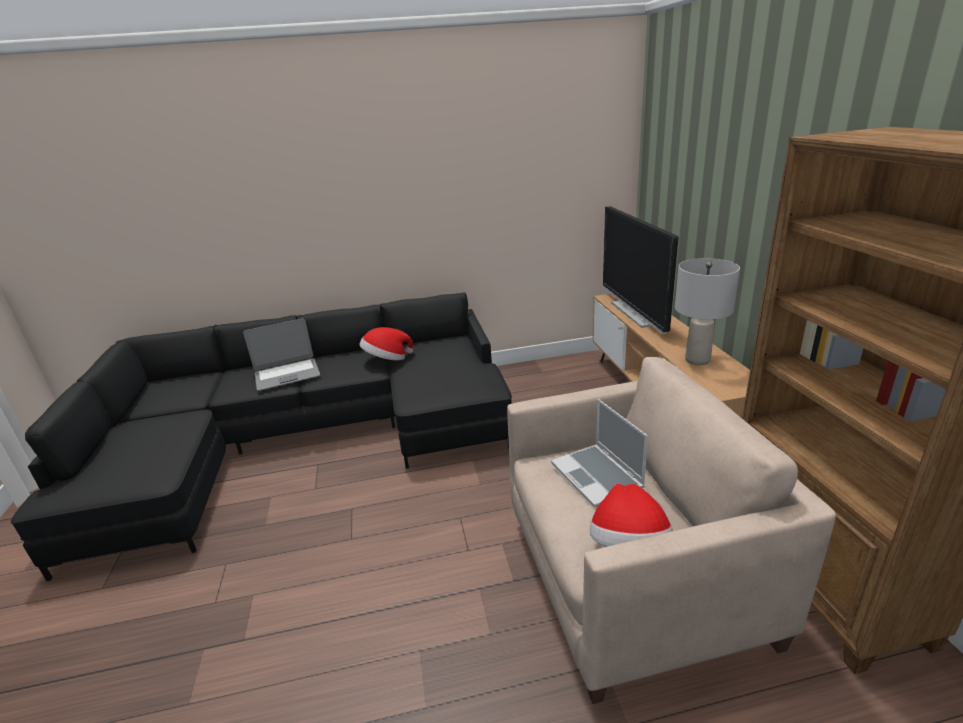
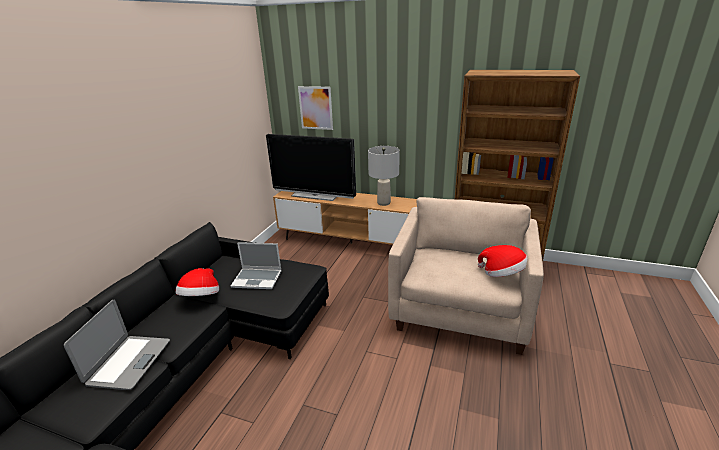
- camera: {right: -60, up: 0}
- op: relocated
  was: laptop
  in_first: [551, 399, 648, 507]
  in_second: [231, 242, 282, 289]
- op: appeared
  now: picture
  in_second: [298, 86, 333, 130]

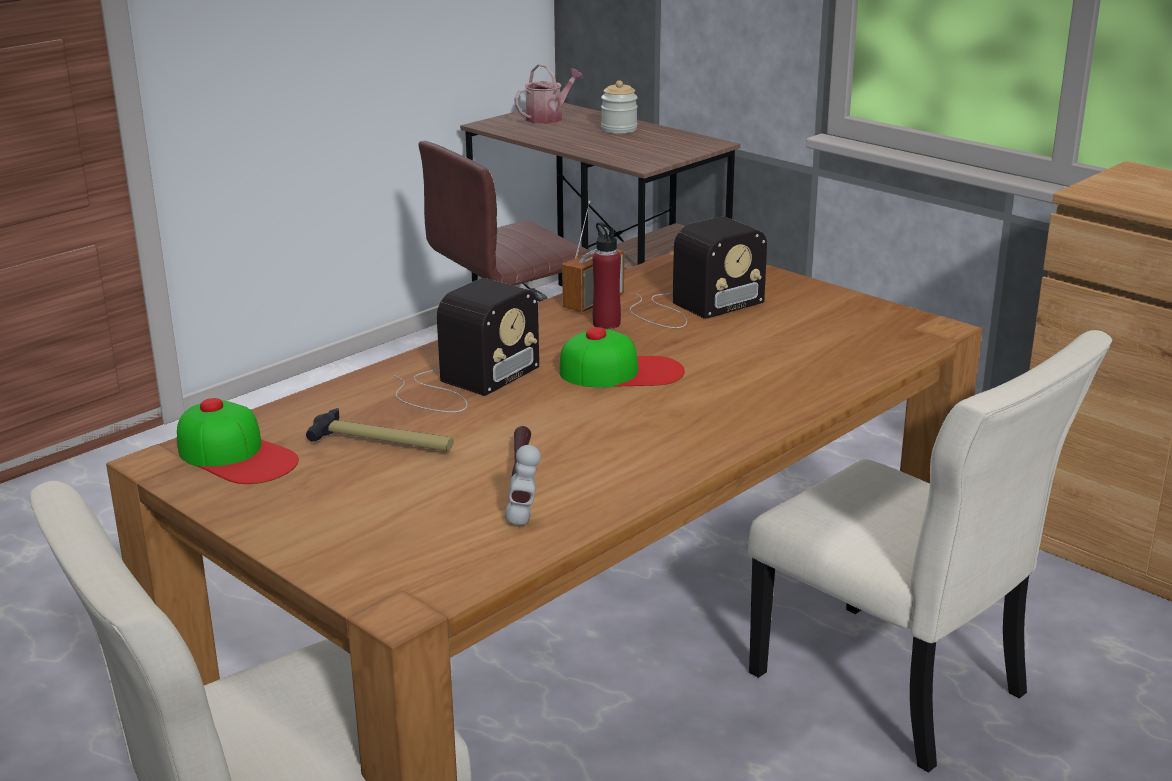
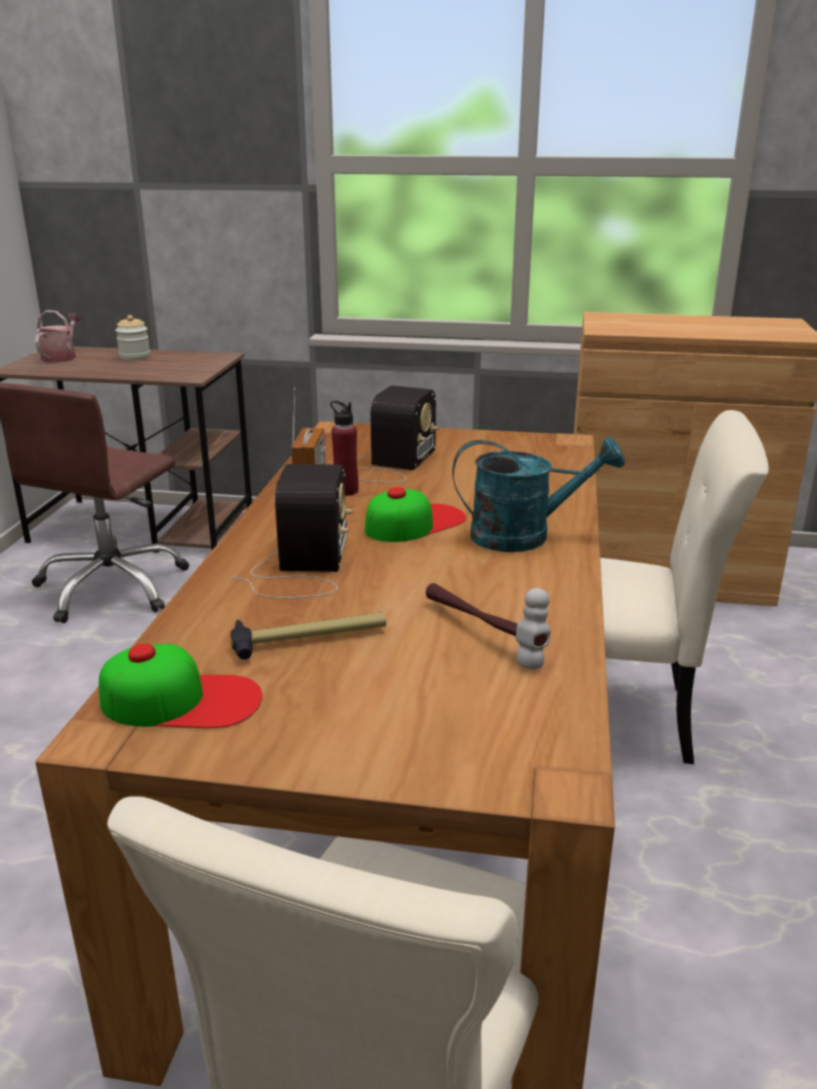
- camera: {right: -35, up: 0}
- op: appeared
  now: turquoise watering can
  in_second: [452, 437, 625, 552]

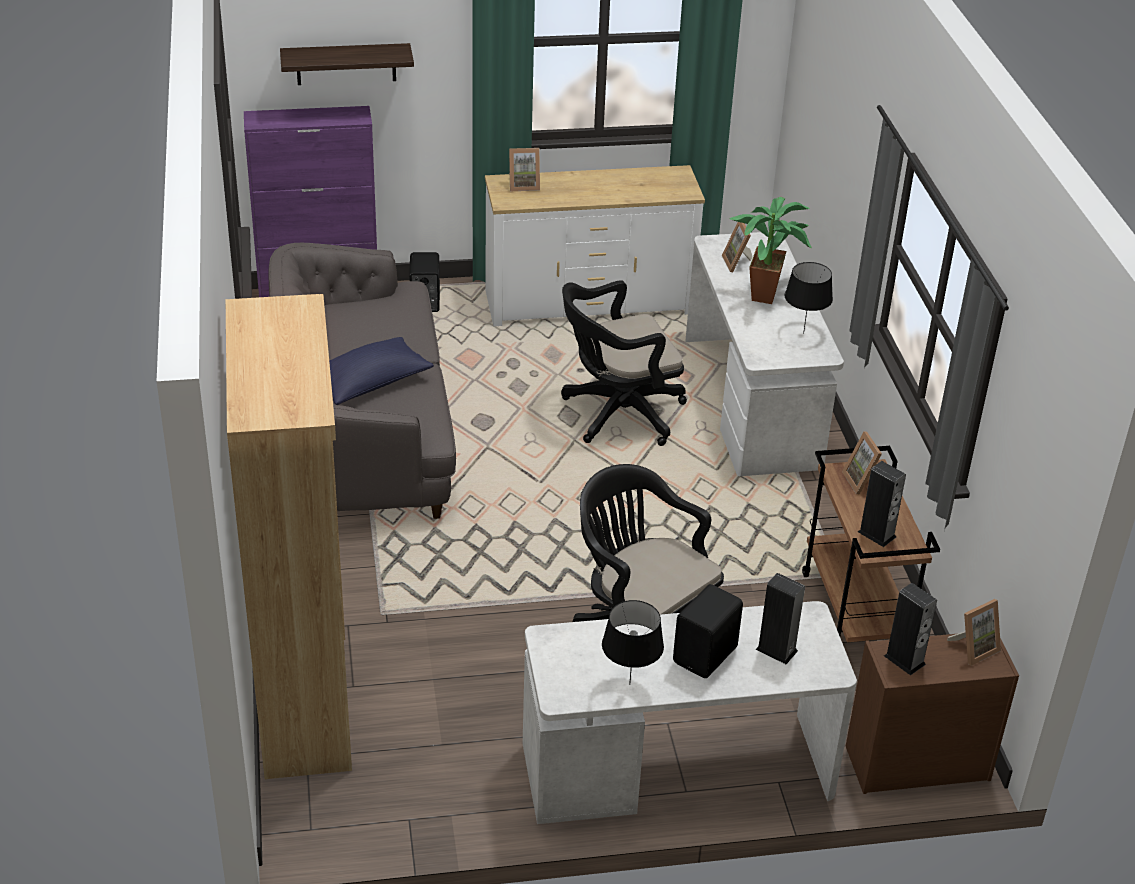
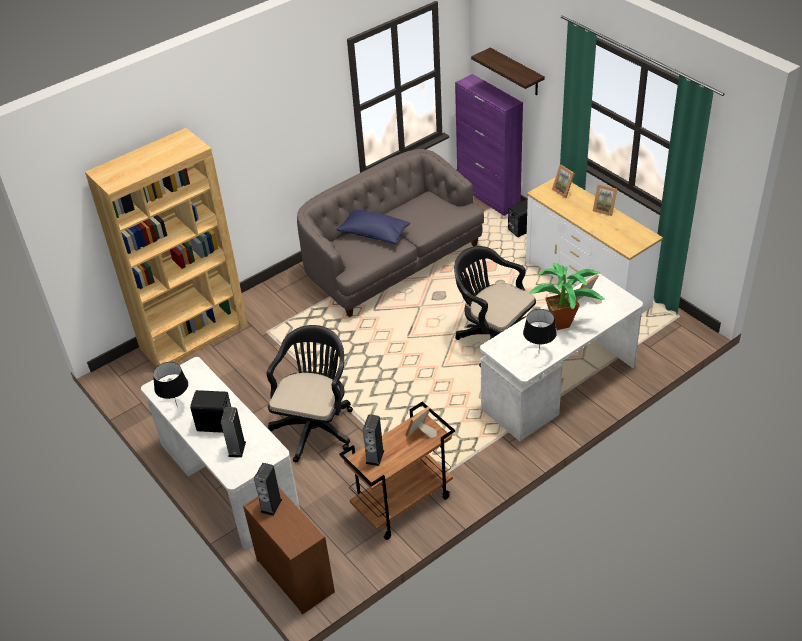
- camera: {right: 65, up: 5}
- op: relocated
  was: photo frame
  in_first: [947, 599, 1001, 666]
  in_second: [593, 184, 617, 216]

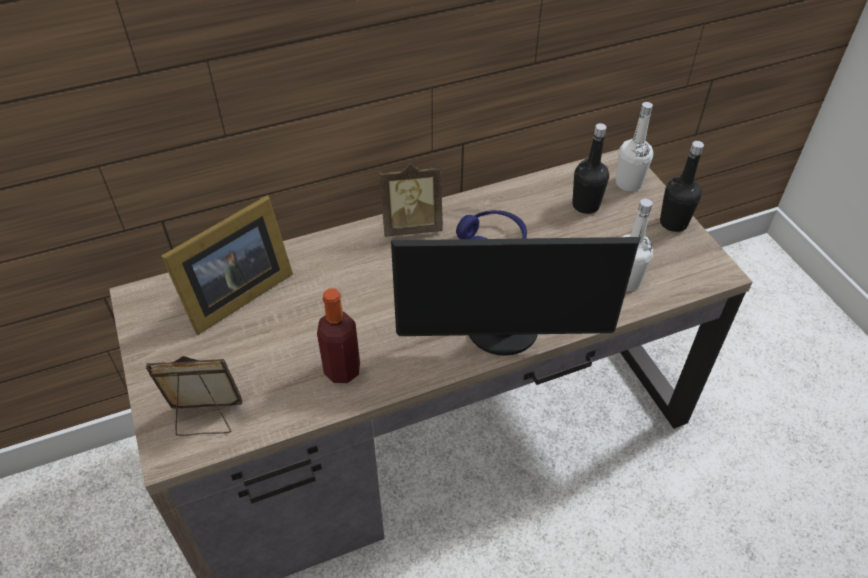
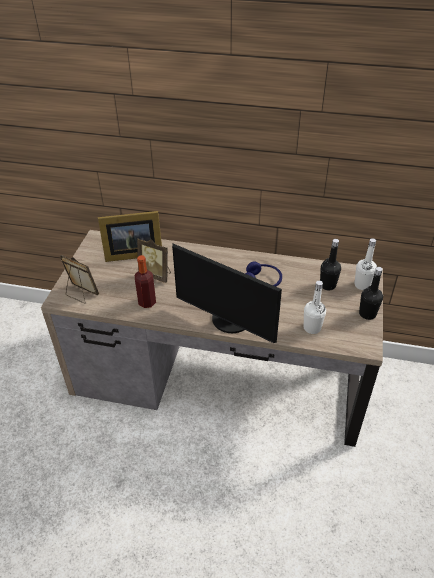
- camera: {right: 35, up: -5}
- op: relocated
  was: photo frame
  in_first: [380, 164, 443, 237]
  in_second: [137, 238, 171, 283]

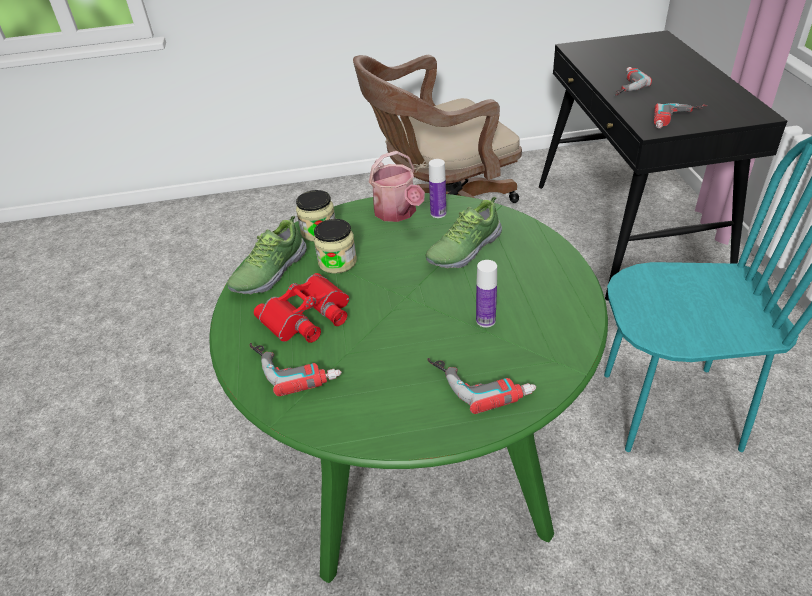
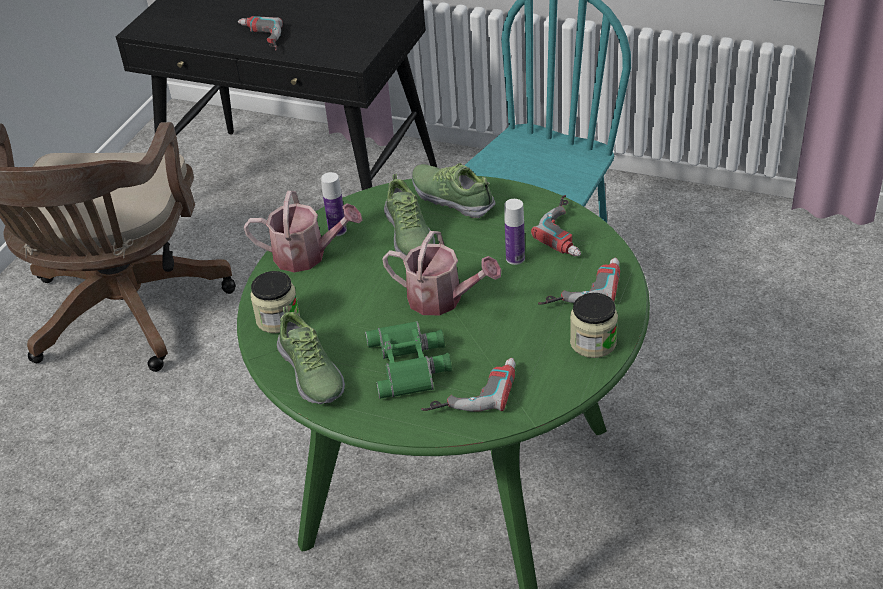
- camera: {right: -60, up: 0}
- op: colour
  was: reddish binoculars
  now: greenish binoculars
  in_first: [254, 273, 349, 343]
  in_second: [365, 321, 452, 399]
- op: appeared
  now: watering can
  in_second: [382, 231, 501, 315]
- op: appeared
  now: item of footwear
  in_second: [412, 163, 496, 218]
- op: relocated
  was: power drill
  in_first: [654, 103, 708, 128]
  in_second: [531, 195, 581, 256]
- op: relocated
  was: preserve jar
  in_first: [314, 219, 357, 274]
  in_second: [570, 293, 618, 358]

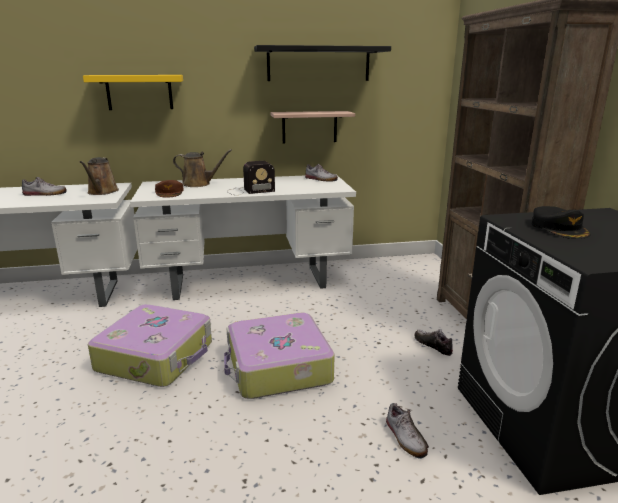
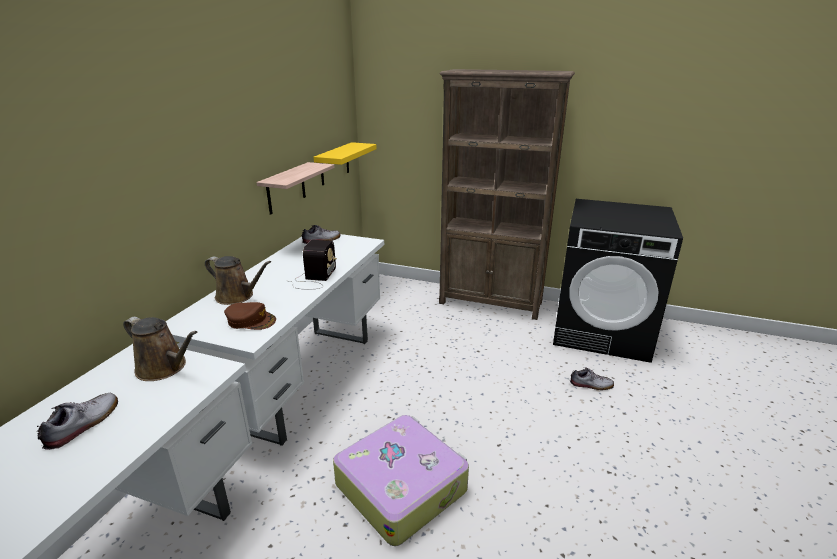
- camera: {right: -60, up: 5}
- op: spun
  was: brownish watering can
  in_first: [173, 149, 232, 187]
  in_second: [205, 256, 271, 305]
  clockwise: 75
- op: relocated
  was: yellowish shelf
  in_first: [83, 75, 183, 110]
  in_second: [314, 142, 377, 185]
- op: missing
  was: piece of luggage
  in_first: [224, 313, 335, 399]
- op: missing
  was: black shelf
  in_first: [254, 45, 391, 81]
- op: missing
  was: item of footwear
  in_first: [414, 329, 453, 356]
- op: missing
  was: black peaked cap
  in_first: [532, 206, 591, 239]

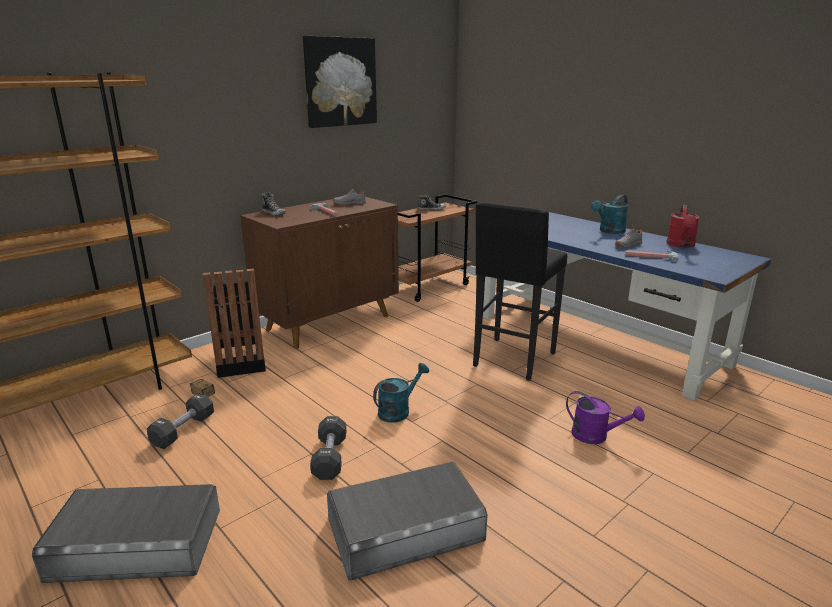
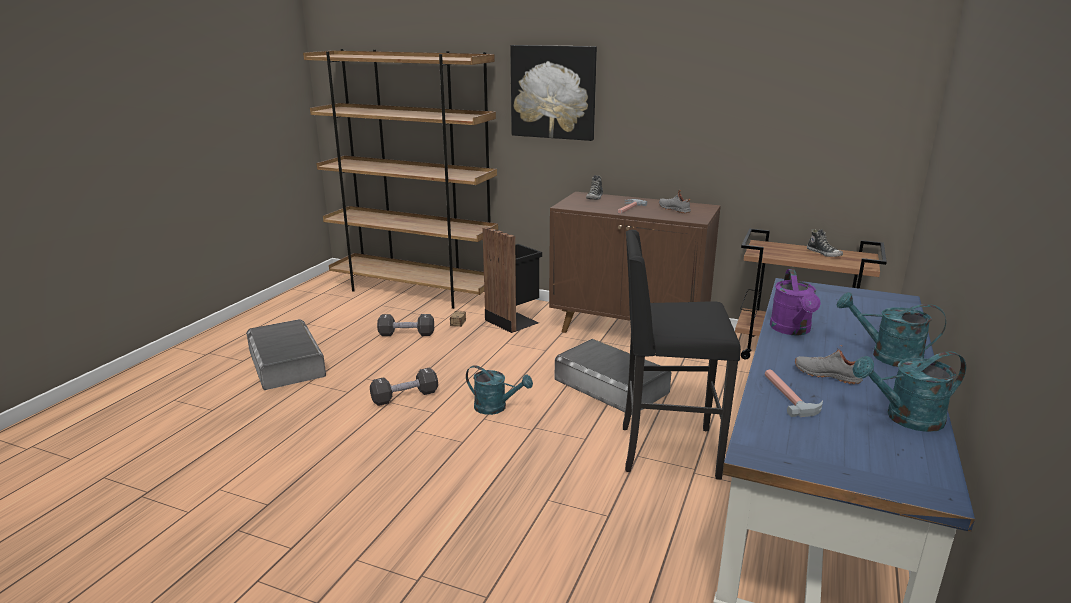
- camera: {right: 65, up: 0}
- op: relocated
  was: picture
  in_first: [303, 36, 377, 128]
  in_second: [510, 45, 597, 141]
- op: relocated
  was: gray storage box
  in_first: [327, 461, 488, 580]
  in_second: [555, 339, 671, 415]
- op: relocated
  was: purple watering can
  in_first: [566, 391, 645, 444]
  in_second: [770, 269, 821, 335]
- op: colour
  was: reddish watering can
  now: turquoise watering can
  in_first: [666, 205, 699, 248]
  in_second: [852, 351, 966, 432]

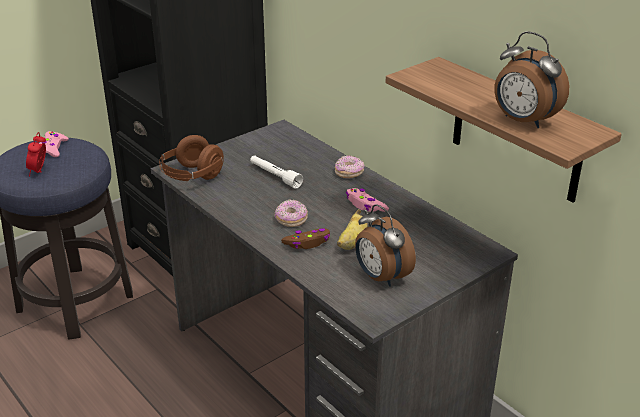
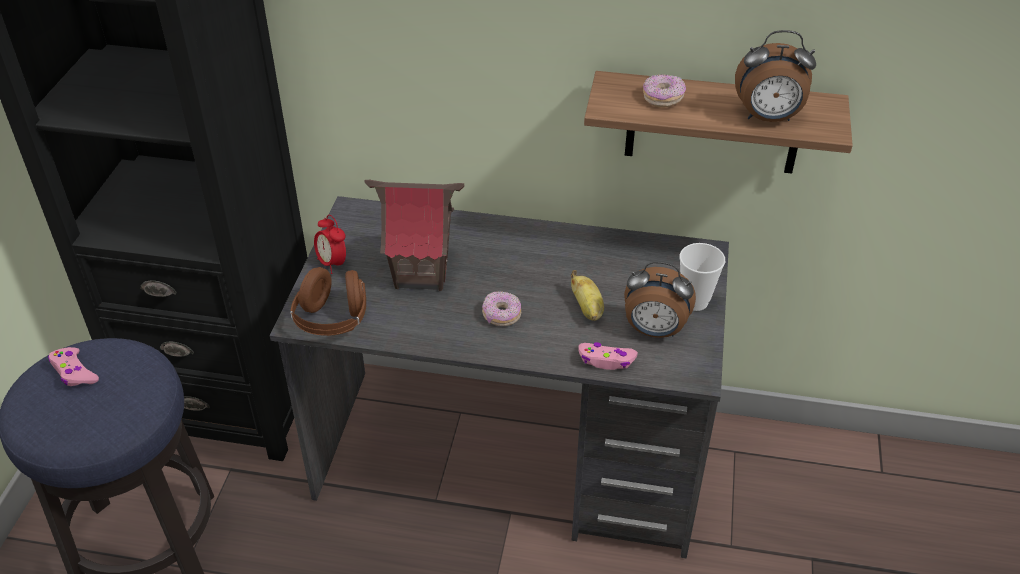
- camera: {right: -40, up: 10}
- op: relocated
  was: bedside clock
  in_first: [26, 132, 46, 176]
  in_second: [314, 214, 346, 274]
- op: exchanged
  was: white-coloured flashlight
  now: model house
  in_first: [250, 155, 303, 189]
  in_second: [365, 180, 464, 291]
- op: relocated
  was: pink game controller
  in_first: [346, 188, 389, 212]
  in_second: [578, 342, 638, 370]
- op: relocated
  was: ring doughnut
  in_first: [335, 155, 365, 178]
  in_second: [643, 74, 686, 108]
- op: appeared
  now: drinking cup
  in_second: [679, 243, 725, 311]
- op: missing
  was: brownish game controller
  in_first: [281, 228, 330, 249]

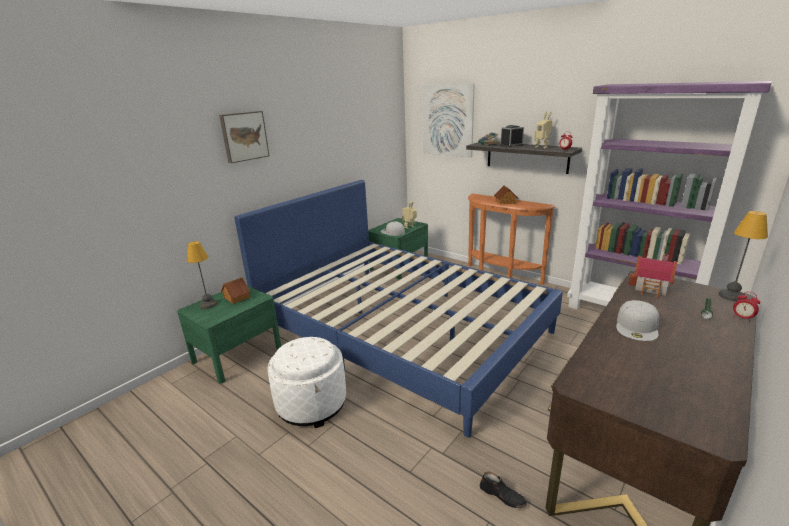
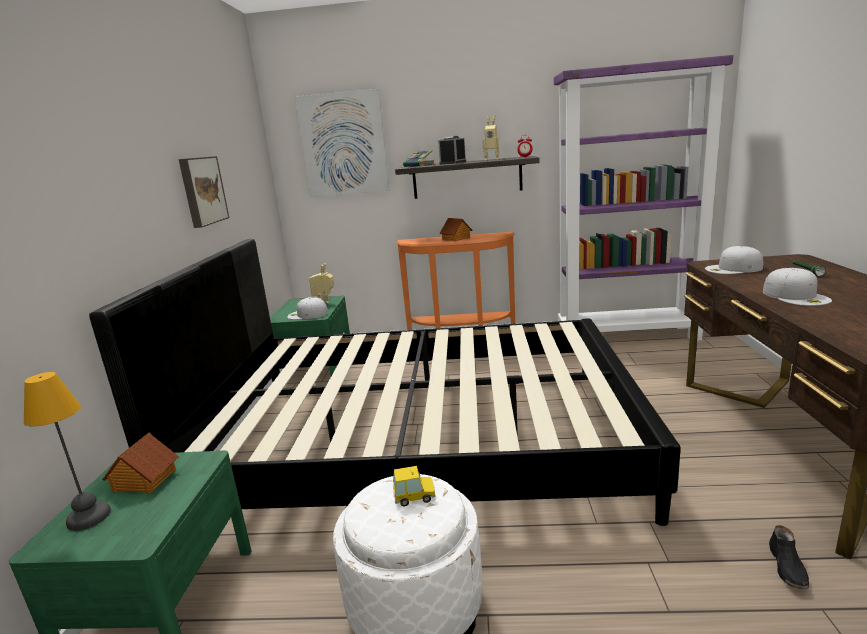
- camera: {right: -35, up: -5}
- op: colour
  was: blue sleeping bed
  now: black sleeping bed
  in_first: [234, 180, 563, 438]
  in_second: [89, 239, 681, 526]
- op: relocated
  was: picture
  in_first: [219, 111, 269, 163]
  in_second: [178, 156, 229, 228]
- op: appeared
  now: model car
  in_second: [393, 466, 436, 506]
- op: exchanged
  was: model house
  now: white-coloured peaked cap
  in_first: [629, 254, 677, 298]
  in_second: [705, 246, 763, 274]
- op: spun
  was: black item of footwear
  in_first: [480, 472, 527, 508]
  in_second: [769, 525, 809, 589]
  clockwise: 105
- op: missing
  was: table lamp
  in_first: [718, 211, 768, 301]
- op: missing
  was: bedside clock
  in_first: [733, 292, 760, 322]

